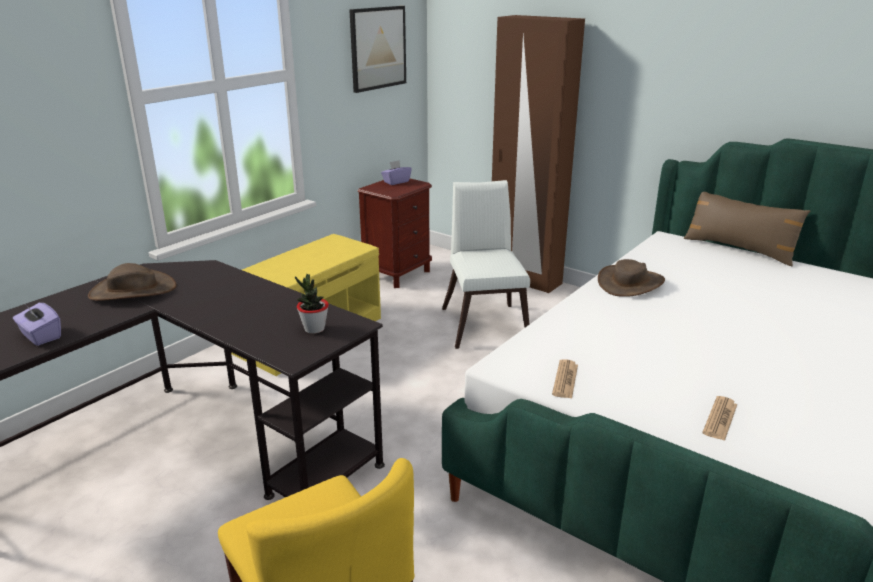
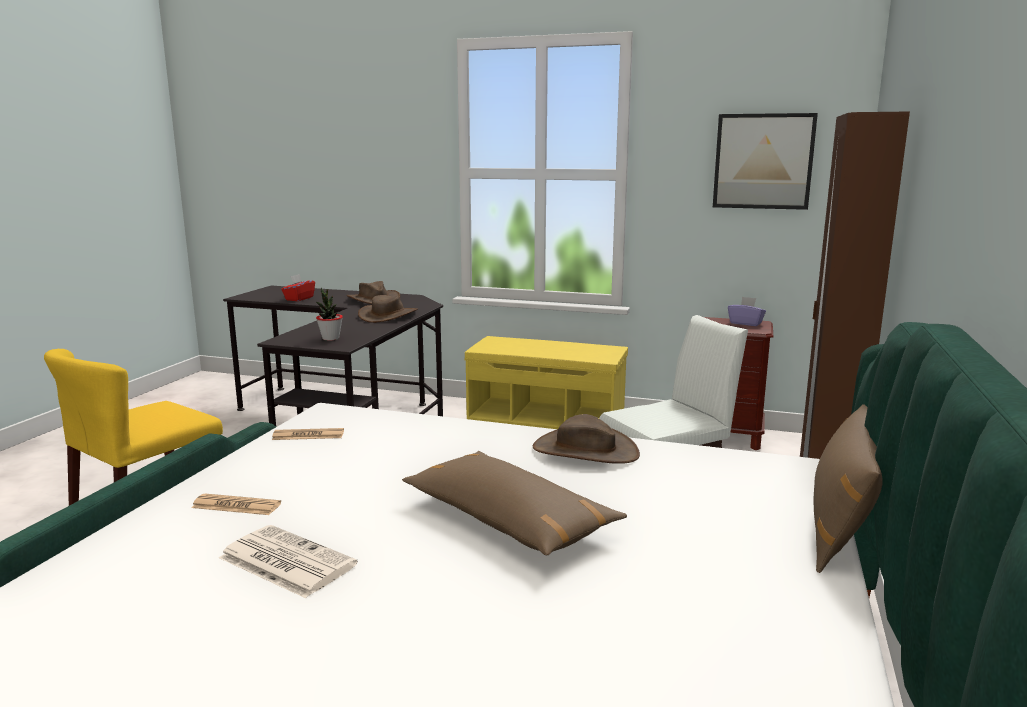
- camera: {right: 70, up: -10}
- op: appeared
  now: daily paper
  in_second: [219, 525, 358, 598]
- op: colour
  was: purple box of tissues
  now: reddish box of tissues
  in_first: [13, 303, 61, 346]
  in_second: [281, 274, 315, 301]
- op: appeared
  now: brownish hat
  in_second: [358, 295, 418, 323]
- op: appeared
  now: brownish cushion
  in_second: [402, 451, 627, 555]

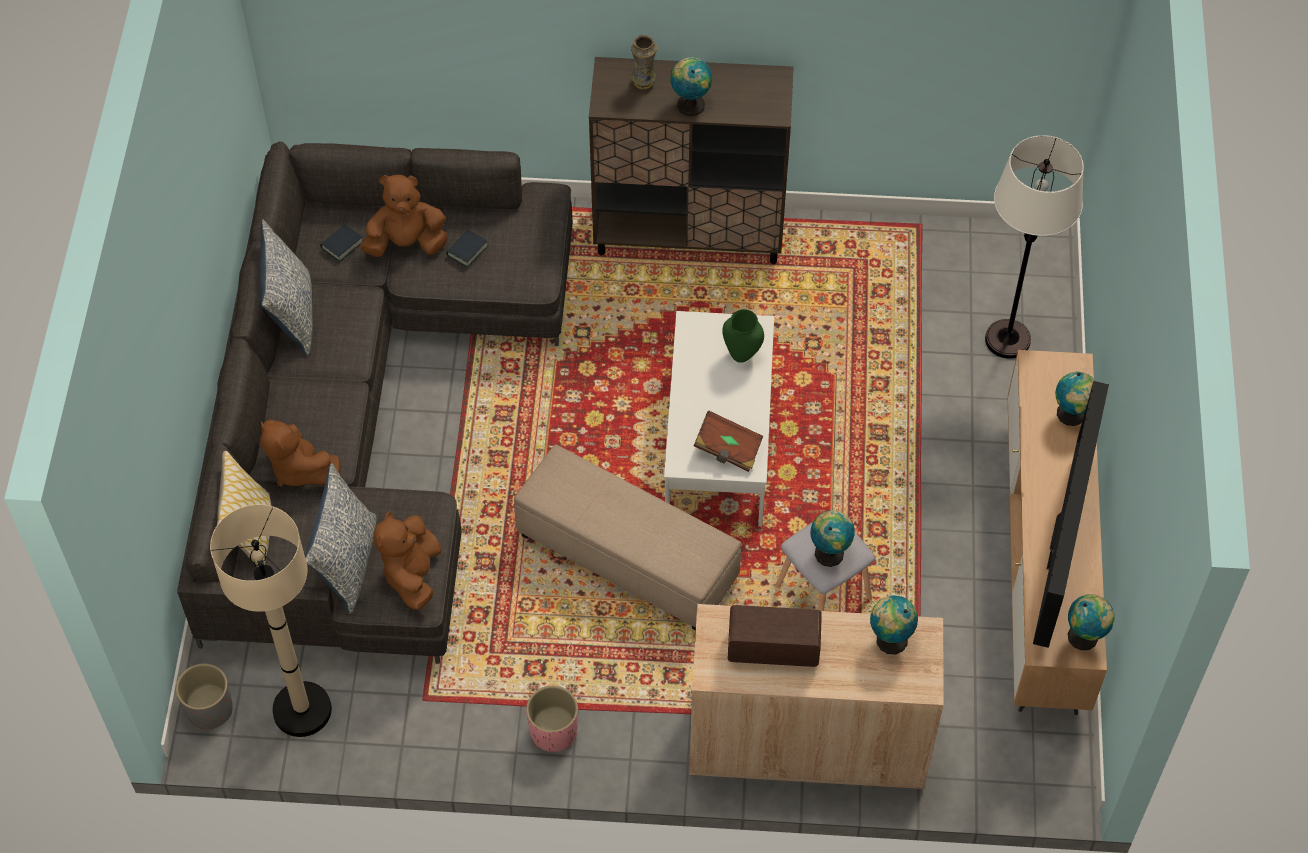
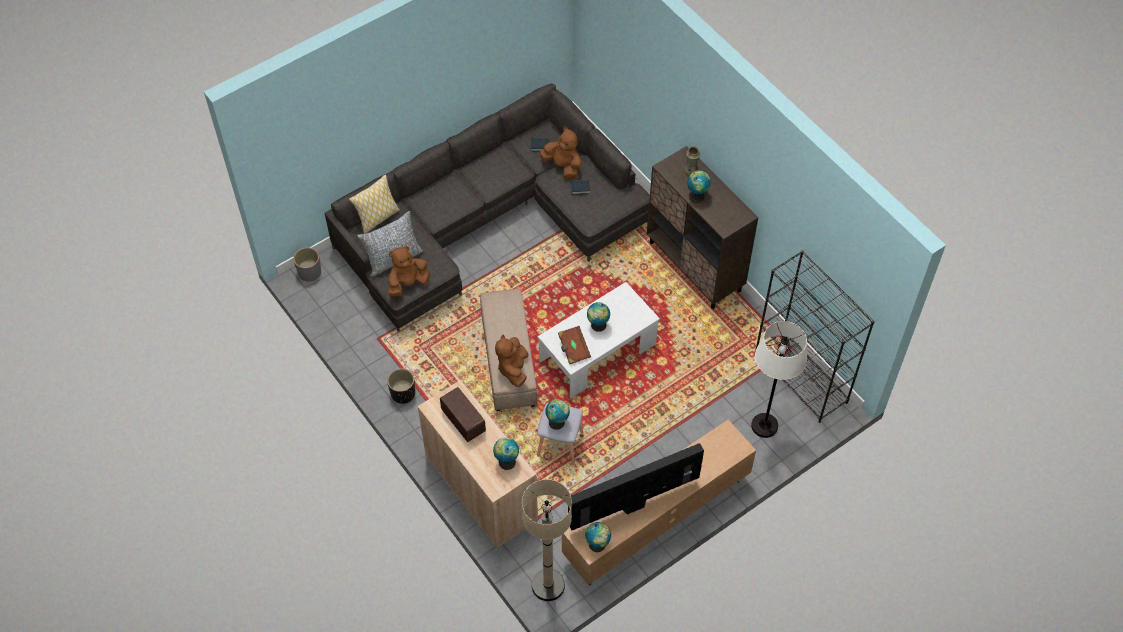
- camera: {right: 50, up: 0}
- op: colour
  was: pink planter
  now: black planter
  in_first: [526, 686, 578, 752]
  in_second: [387, 368, 415, 404]
- op: relocated
  was: brownish plush toy
  in_first: [260, 419, 341, 487]
  in_second: [495, 334, 529, 387]
- op: relocated
  was: beige-coloured standing lamp
  in_first: [210, 504, 332, 737]
  in_second: [522, 479, 572, 601]
- op: relocated
  was: globe
  in_first: [1055, 372, 1095, 426]
  in_second: [587, 302, 610, 332]
- op: appeared
  now: black shelving unit
  in_second: [755, 250, 875, 423]
- op: missing
  was: cushion
  in_first: [260, 220, 313, 356]
- op: missing
  was: greenish flower vase
  in_first: [722, 309, 764, 363]

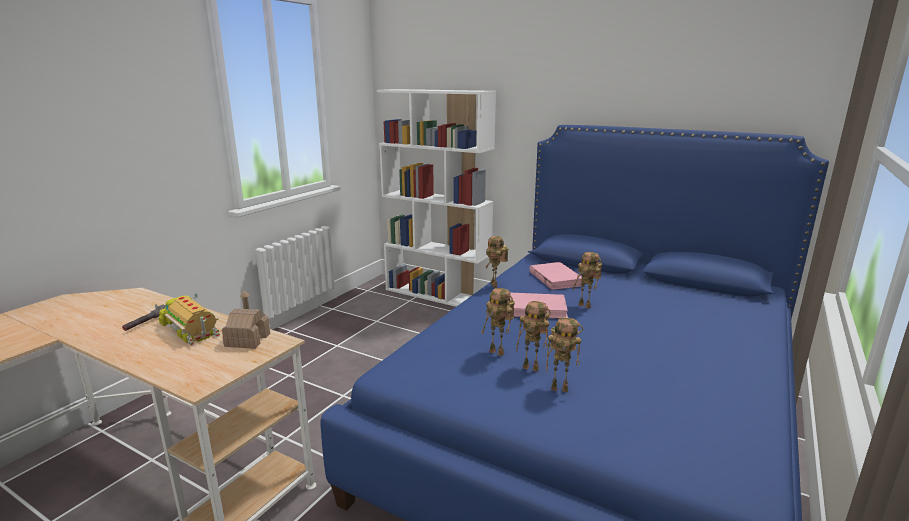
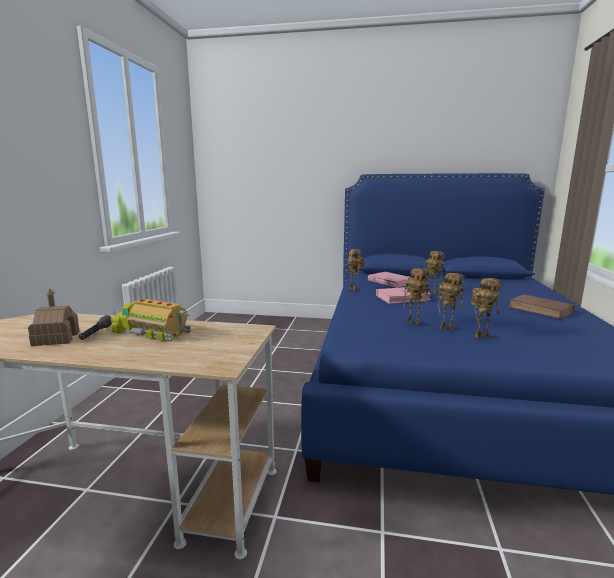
- camera: {right: -20, up: -5}
- op: relocated
  was: model house
  in_first: [222, 290, 270, 349]
  in_second: [28, 288, 80, 346]
- op: appeared
  now: brownish volume
  in_second: [508, 295, 575, 319]
- op: missing
  was: white-coloured shelving unit
  in_first: [377, 89, 496, 307]

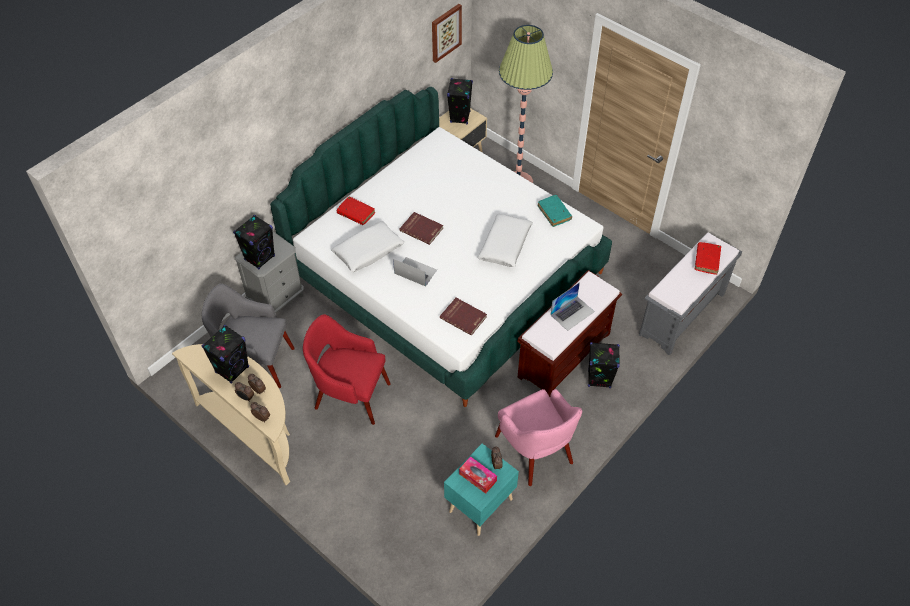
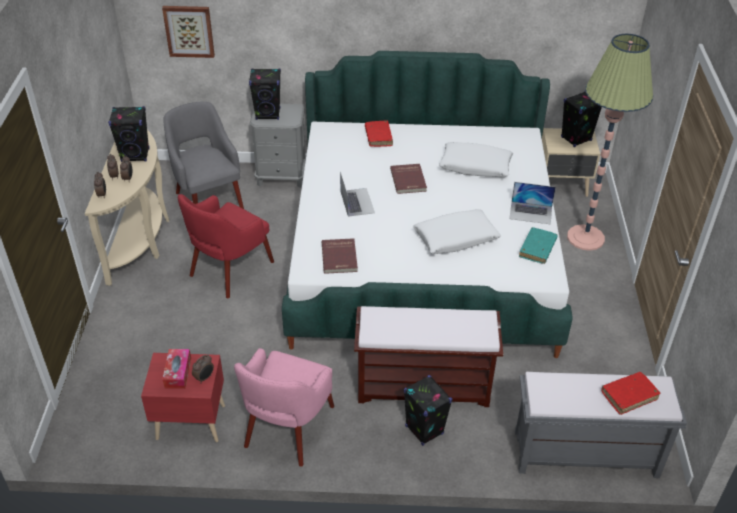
- camera: {right: 50, up: -10}
- op: colour
  was: turquoise nightstand
  now: reddish nightstand
  in_first: [444, 443, 519, 536]
  in_second: [141, 353, 225, 442]
- op: relocated
  was: picture
  in_first: [432, 4, 462, 63]
  in_second: [162, 6, 215, 58]
- op: spun
  was: reddish easy chair
  in_first: [303, 314, 391, 425]
  in_second: [178, 194, 274, 299]
  clockwise: -120
- op: relocated
  was: white-coloured cushion
  in_first: [331, 221, 405, 272]
  in_second: [439, 142, 513, 177]
- op: relocated
  was: laptop
  in_first: [551, 282, 595, 331]
  in_second: [509, 182, 556, 225]

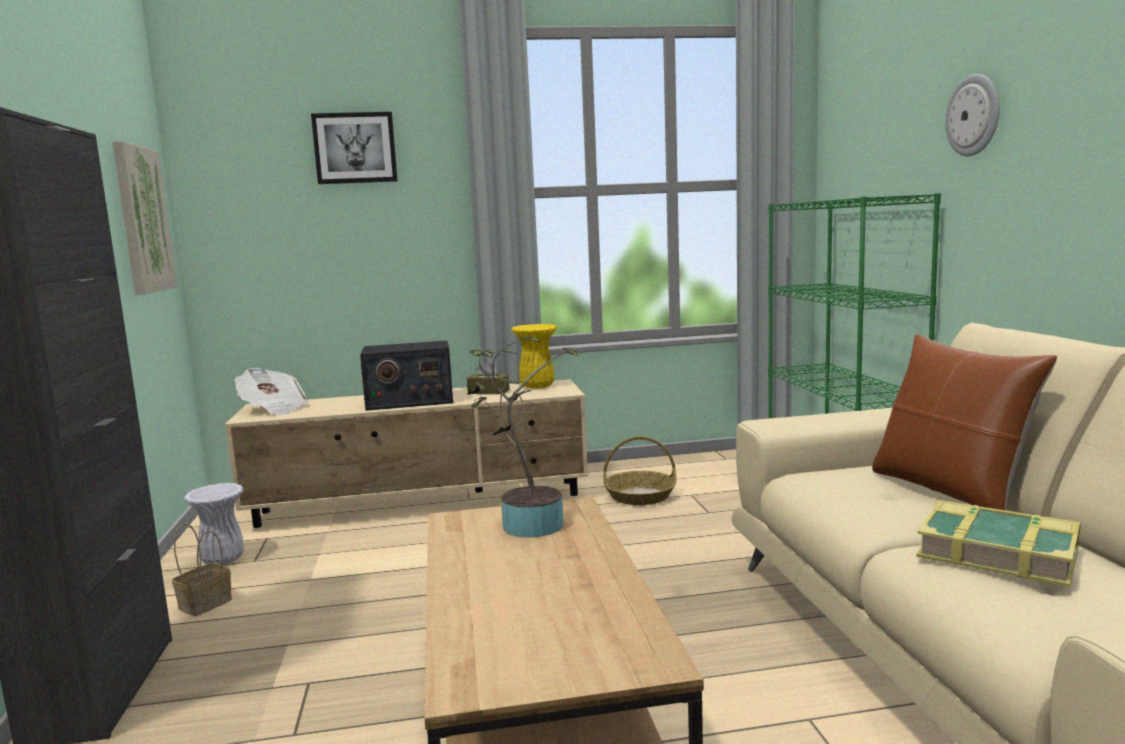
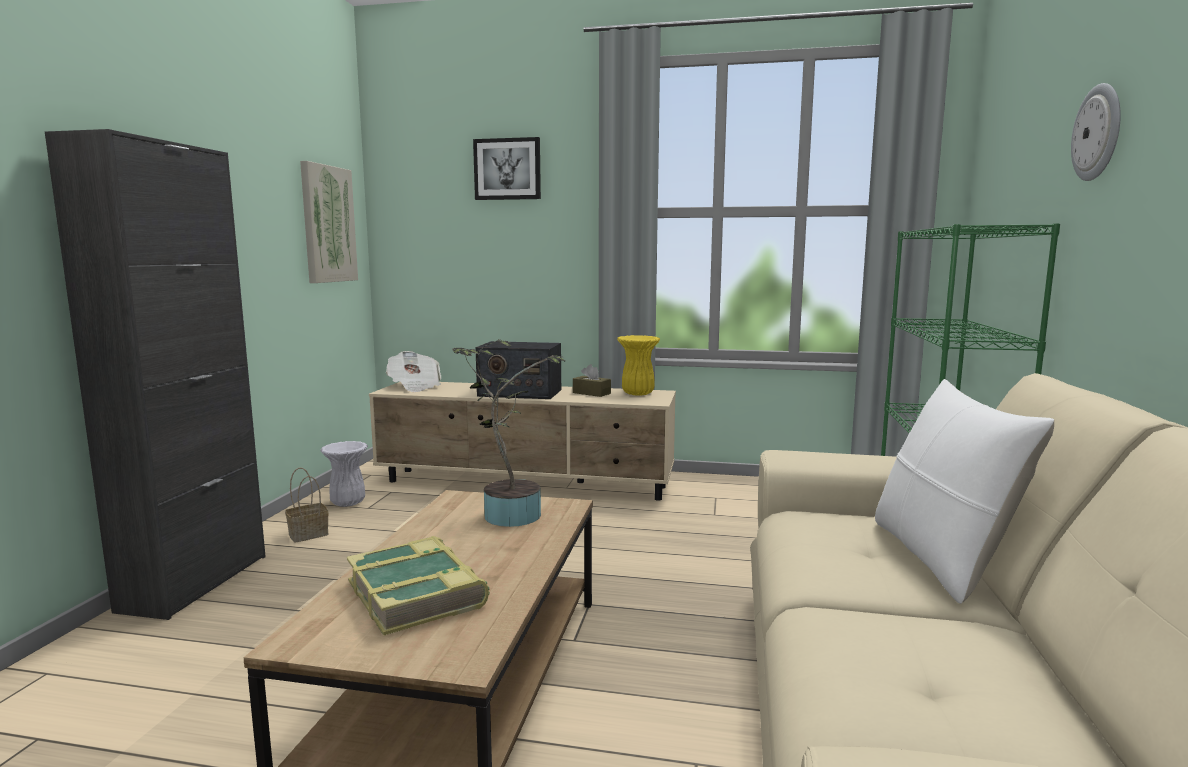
- camera: {right: 20, up: 0}
- op: relocated
  was: volume
  in_first: [916, 500, 1080, 588]
  in_second: [347, 536, 490, 636]
- op: colour
  was: brownish cushion
  now: white-coloured cushion
  in_first: [872, 334, 1057, 510]
  in_second: [875, 379, 1054, 604]
- op: missing
  was: household basket
  in_first: [603, 436, 676, 505]

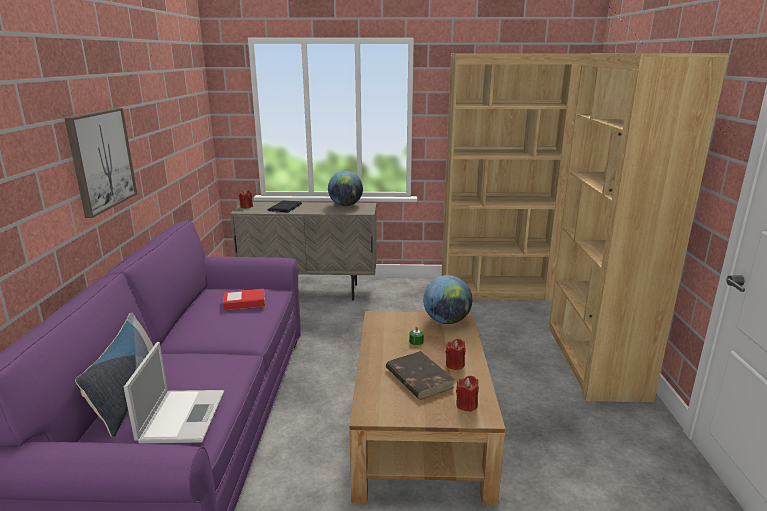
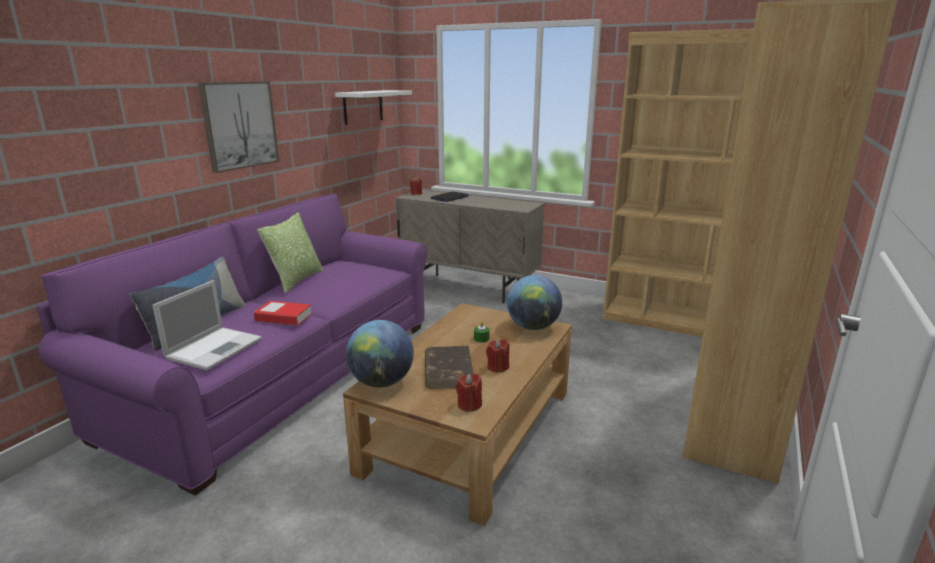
- camera: {right: 25, up: 0}
- op: relocated
  was: volume
  in_first: [223, 289, 265, 311]
  in_second: [254, 301, 312, 326]
- op: appeared
  now: cushion
  in_second: [257, 212, 323, 293]
- op: appeared
  now: white-coloured shelf
  in_second: [335, 90, 412, 125]
- op: relocated
  was: globe
  in_first: [328, 171, 363, 206]
  in_second: [346, 320, 414, 388]

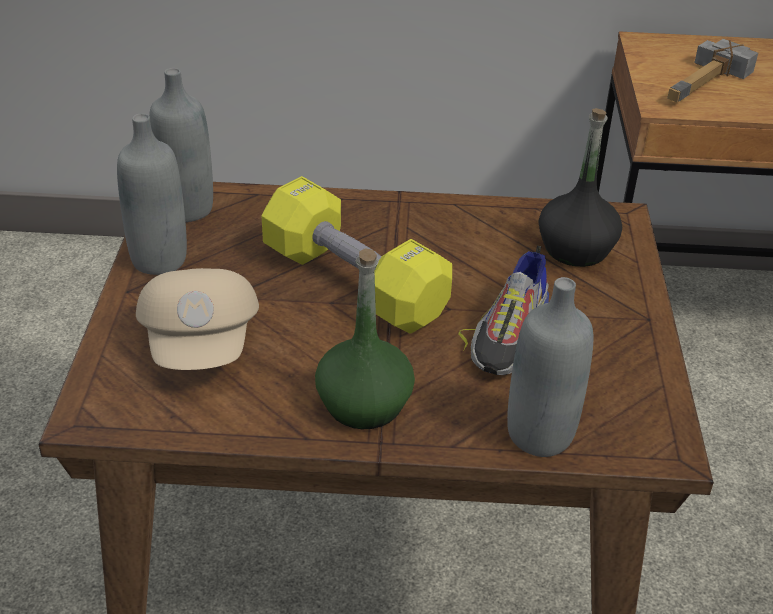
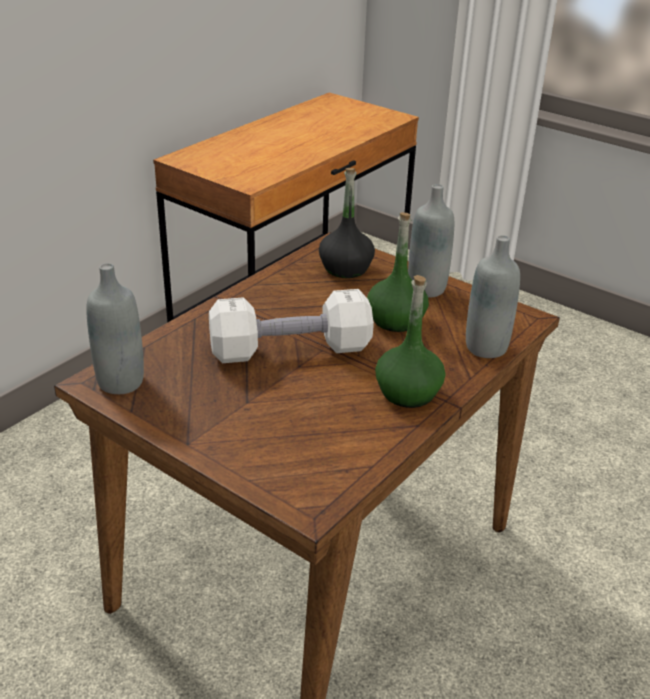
- camera: {right: -55, up: -5}
- op: colour
  was: yellowish hand weight
  now: white-coloured hand weight
  in_first: [262, 176, 452, 334]
  in_second: [209, 289, 374, 363]
- op: exchanged
  was: item of footwear
  now: greenish bottle
  in_first: [458, 246, 549, 375]
  in_second: [367, 212, 429, 332]
- op: relocated
  was: gray bottle
  in_first: [117, 113, 187, 275]
  in_second: [408, 184, 454, 298]
- op: missing
  was: beige-coloured peaked cap
  in_first: [136, 268, 259, 370]
- op: missing
  was: hammer
  in_first: [667, 39, 758, 102]

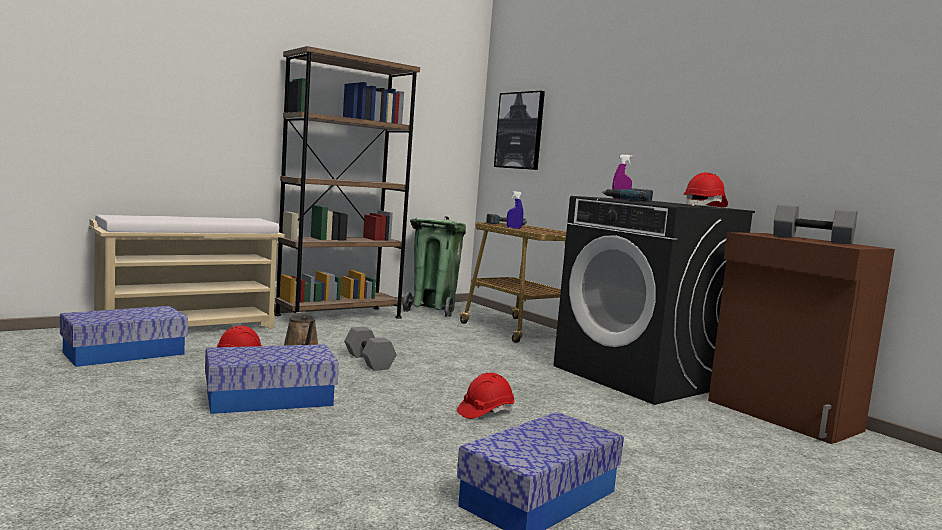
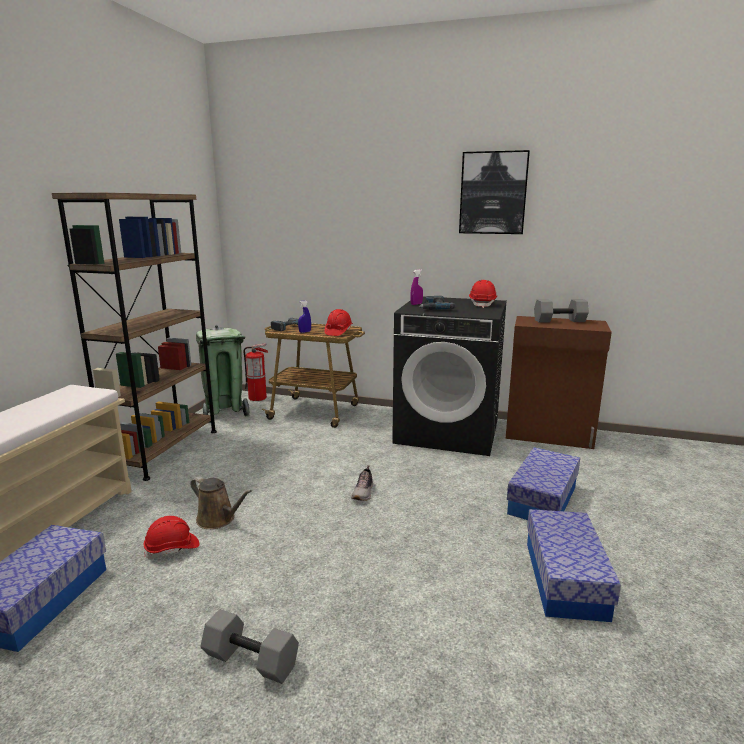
- camera: {right: -35, up: 10}
- op: relocated
  was: gray hand weight
  in_first: [344, 327, 397, 371]
  in_second: [200, 609, 299, 684]
- op: appeared
  now: fire extinguisher
  in_second: [244, 343, 268, 401]
- op: relocated
  was: reddish hard hat
  in_first: [457, 373, 515, 419]
  in_second: [325, 309, 353, 336]
- op: appeared
  now: item of footwear
  in_second: [351, 465, 373, 501]
- op: relocated
  was: picture
  in_first: [494, 91, 545, 170]
  in_second: [459, 150, 530, 234]
- op: relocated
  was: storage box
  in_first: [205, 344, 339, 414]
  in_second: [507, 447, 580, 520]

